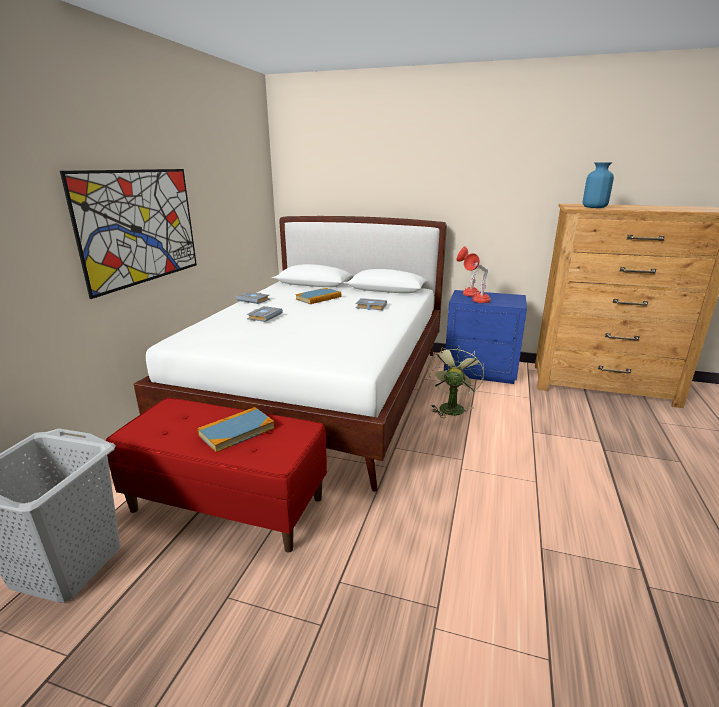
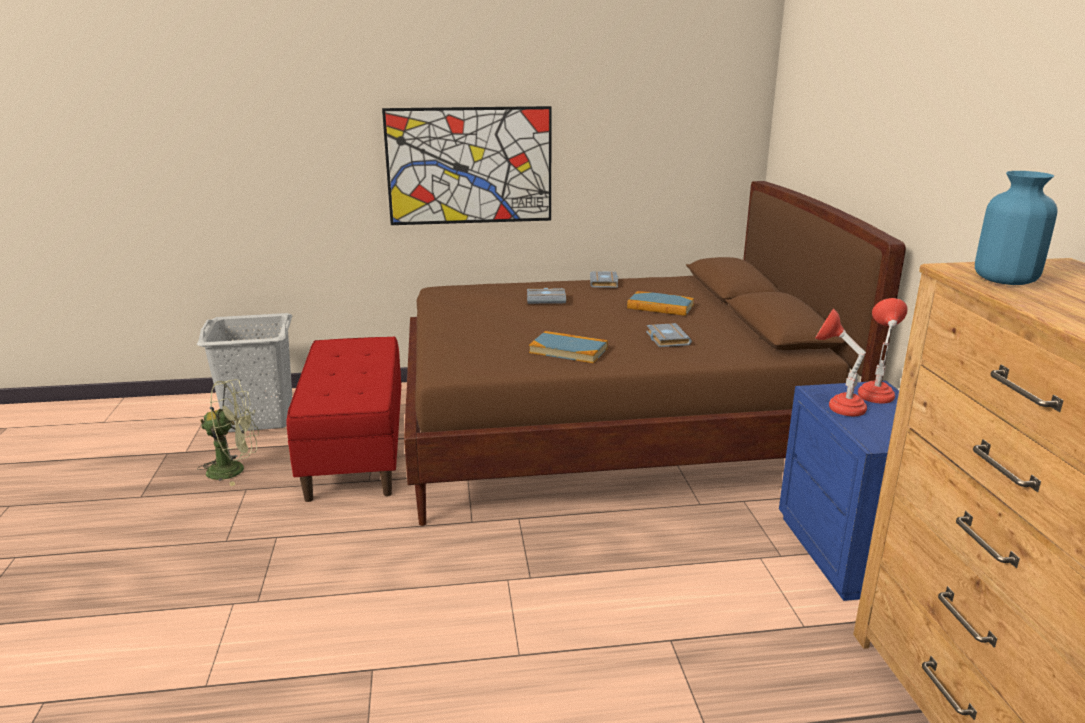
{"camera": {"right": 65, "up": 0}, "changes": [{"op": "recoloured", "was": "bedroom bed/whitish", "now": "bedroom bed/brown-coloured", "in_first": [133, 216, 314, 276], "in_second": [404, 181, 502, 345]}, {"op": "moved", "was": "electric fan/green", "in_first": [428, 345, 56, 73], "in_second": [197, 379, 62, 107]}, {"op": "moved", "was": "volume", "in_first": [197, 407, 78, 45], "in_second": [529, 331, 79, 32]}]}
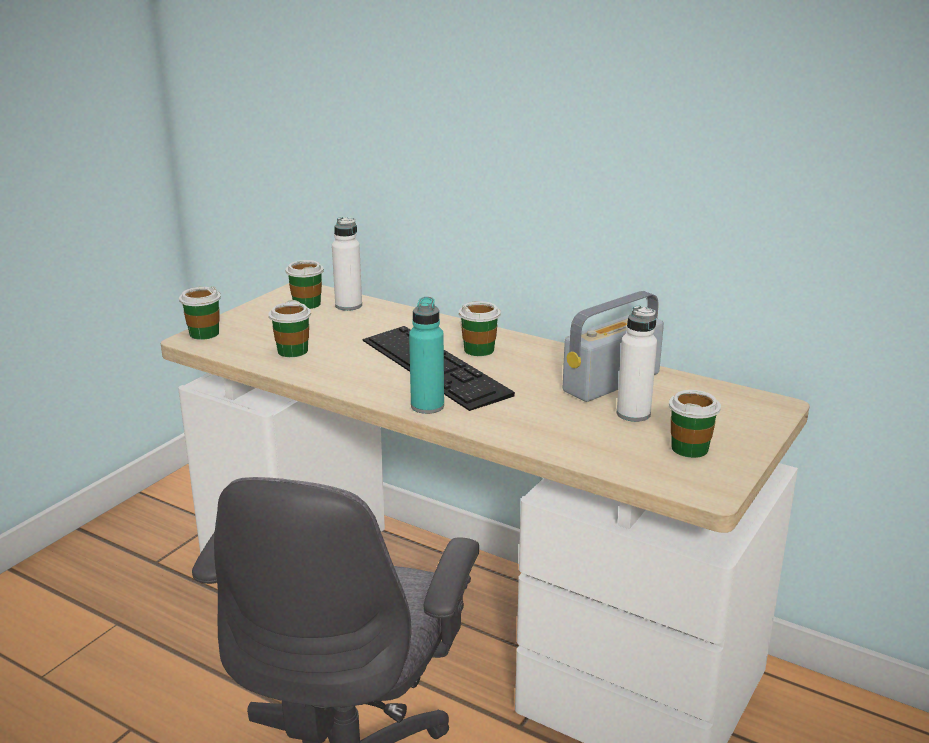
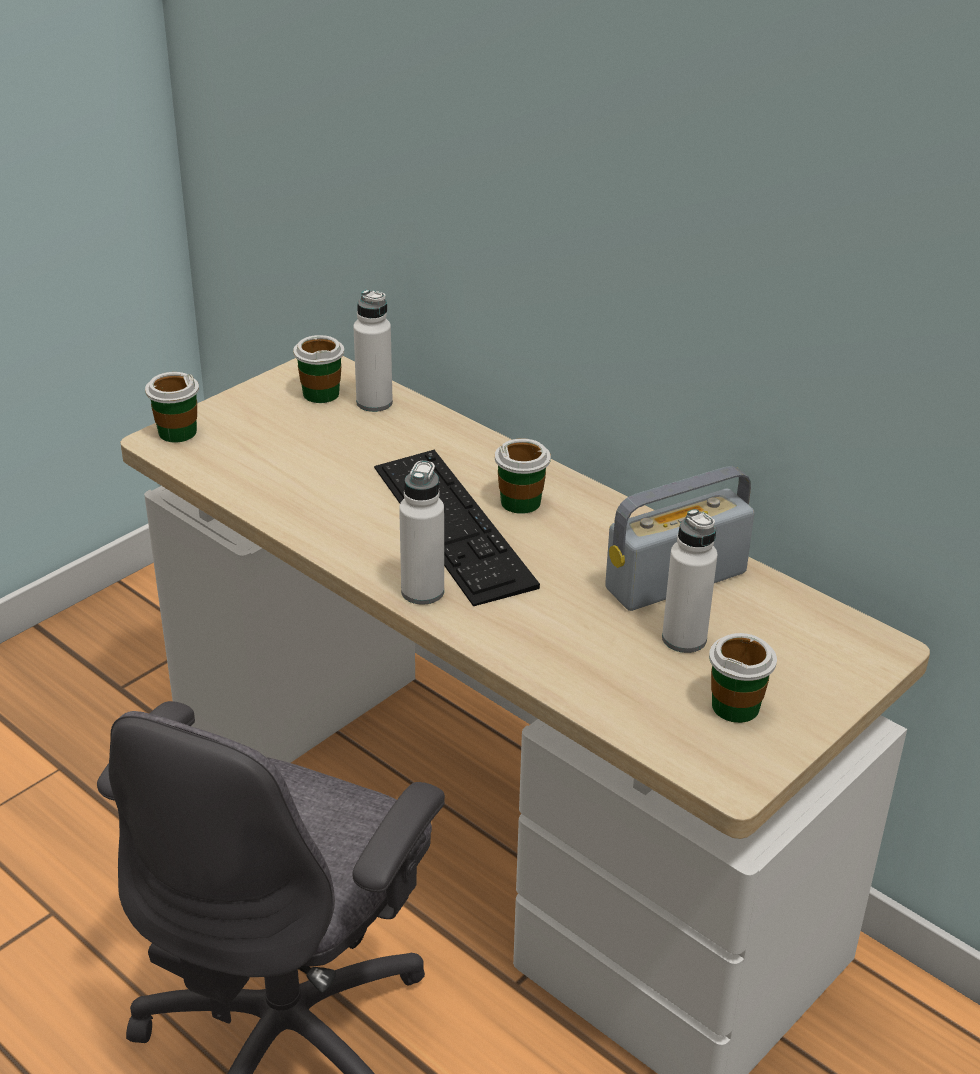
{"camera": {"right": 10, "up": 10}, "changes": [{"op": "recoloured", "was": "bottle/turquoise", "now": "bottle/whitish", "in_first": [409, 297, 35, 117], "in_second": [399, 460, 45, 145]}, {"op": "removed", "was": "drinking cup", "in_first": [268, 300, 43, 57]}]}
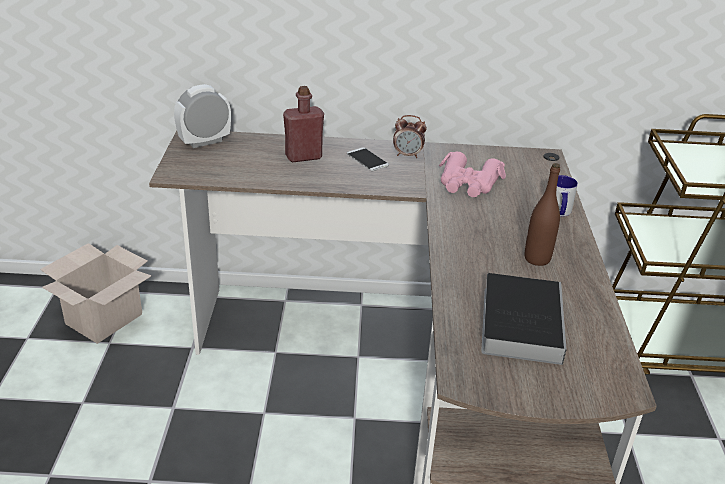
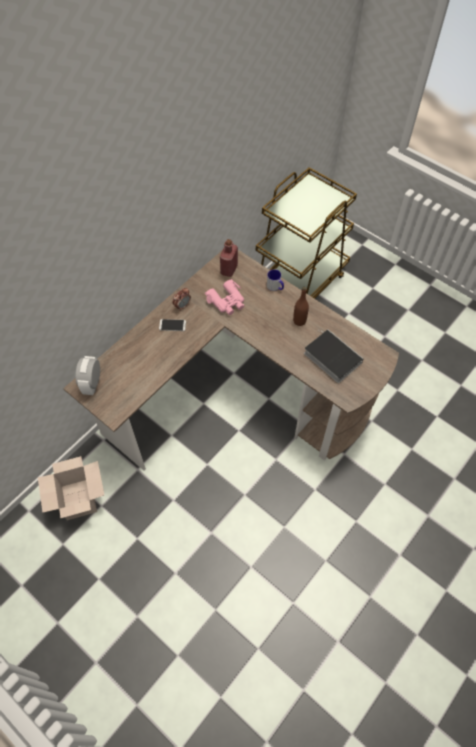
{"camera": {"right": -50, "up": 25}, "changes": [{"op": "moved", "was": "bottle/red", "in_first": [283, 86, 41, 76], "in_second": [220, 239, 18, 38]}]}
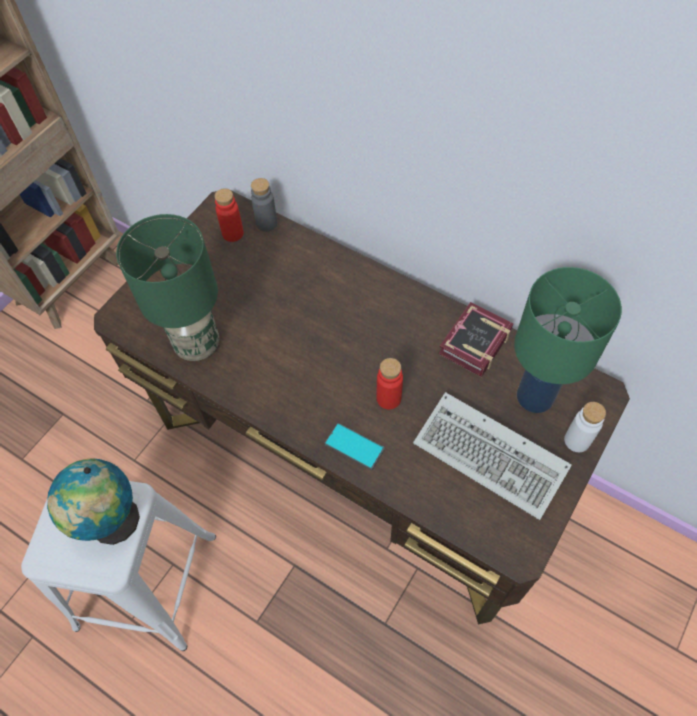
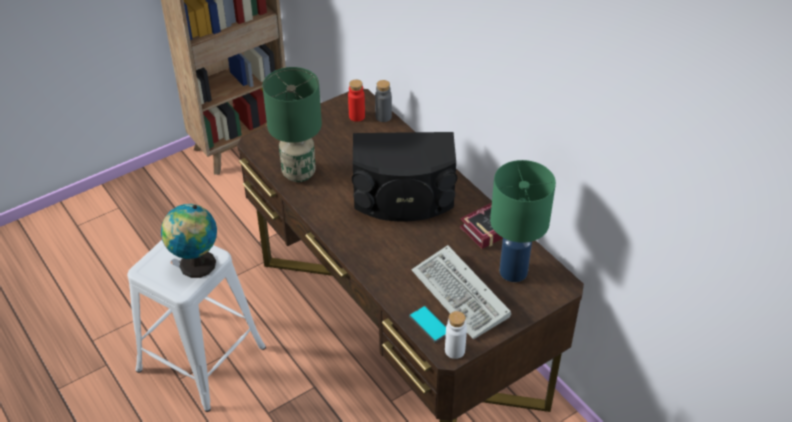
{"camera": {"right": 20, "up": -15}, "changes": [{"op": "removed", "was": "bottle/red", "in_first": [377, 358, 26, 51]}, {"op": "moved", "was": "bottle/whitish", "in_first": [564, 402, 42, 50], "in_second": [445, 311, 22, 48]}, {"op": "moved", "was": "phone", "in_first": [325, 423, 60, 47], "in_second": [409, 306, 37, 37]}, {"op": "added", "now": "audio speaker/black-coloured", "in_second": [352, 132, 105, 90]}]}
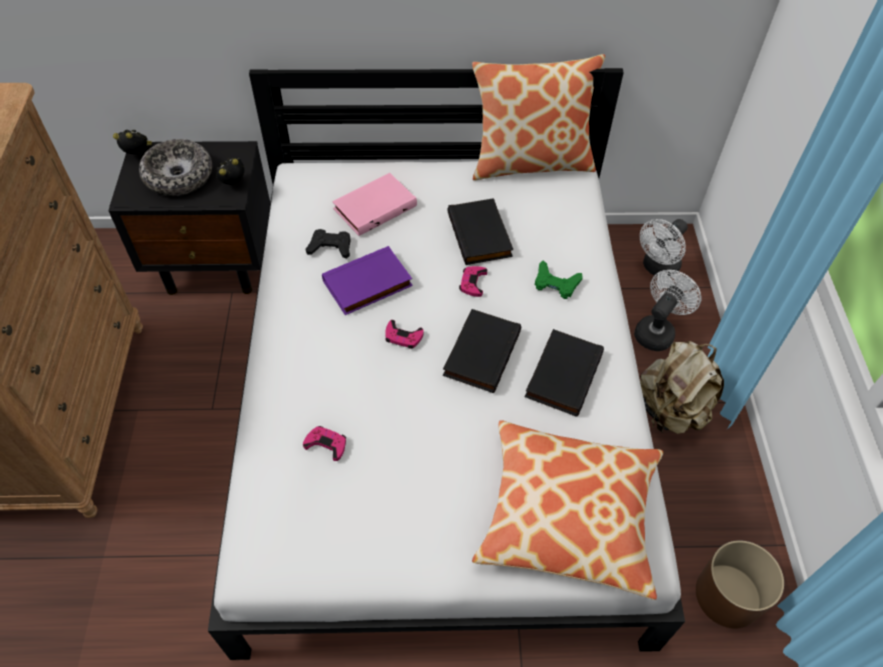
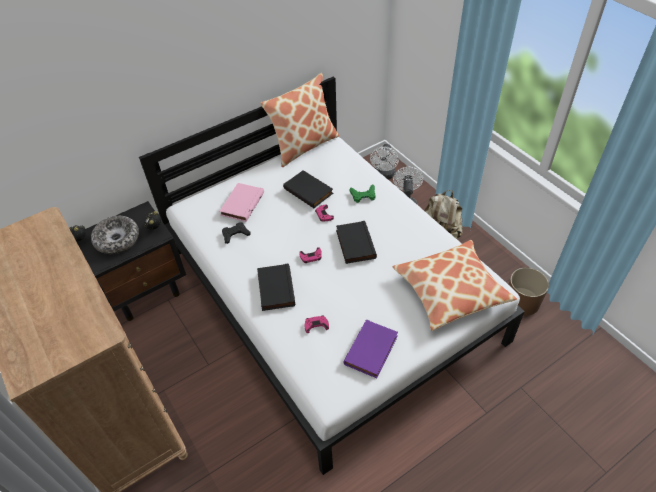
{"camera": {"right": -30, "up": -5}, "changes": [{"op": "moved", "was": "volume/purple", "in_first": [322, 246, 91, 69], "in_second": [344, 319, 54, 59]}, {"op": "moved", "was": "volume/black-coloured", "in_first": [525, 329, 79, 88], "in_second": [257, 264, 38, 47]}]}
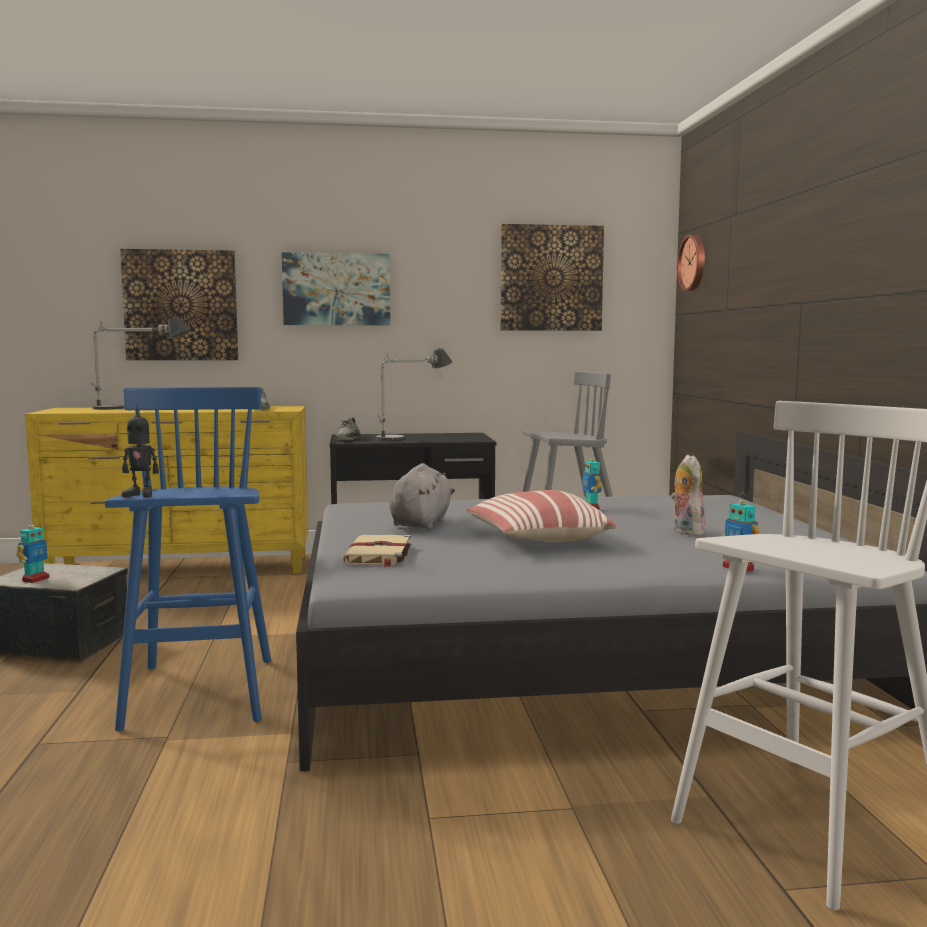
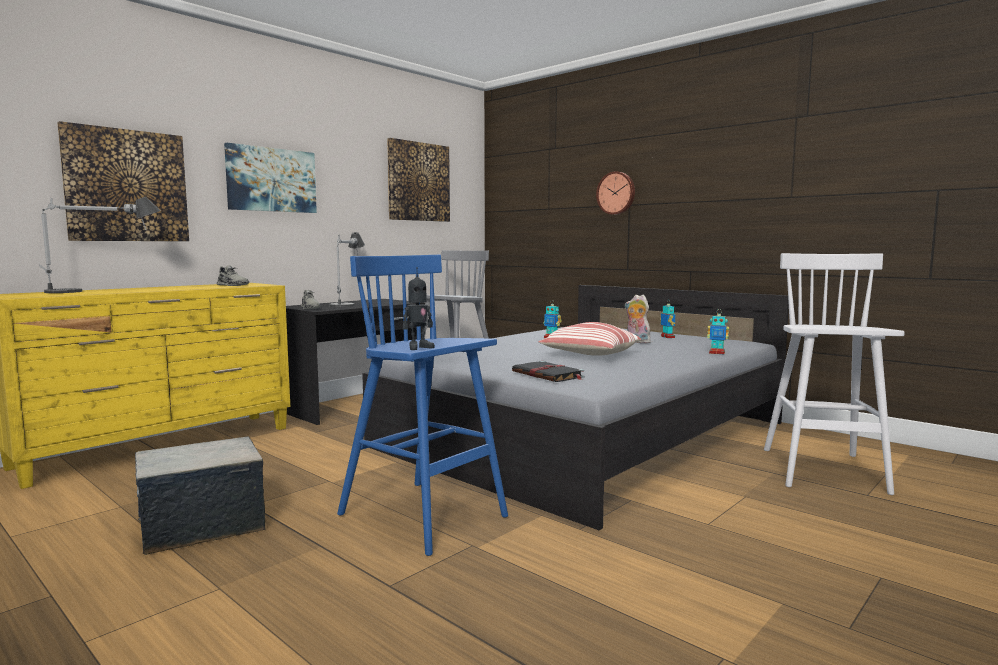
{"camera": {"right": -40, "up": 0}, "changes": [{"op": "moved", "was": "hanging clock", "in_first": [677, 235, 28, 56], "in_second": [596, 172, 39, 43]}, {"op": "removed", "was": "plush toy/gray", "in_first": [389, 463, 66, 66]}, {"op": "moved", "was": "robot figure", "in_first": [16, 519, 33, 64], "in_second": [660, 300, 15, 38]}, {"op": "recoloured", "was": "volume/beige-coloured", "now": "volume/black-coloured", "in_first": [342, 535, 70, 32], "in_second": [512, 361, 72, 21]}]}
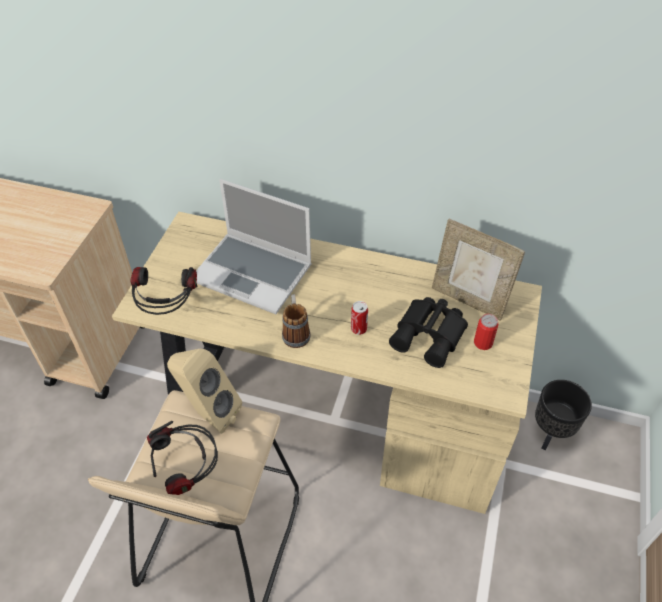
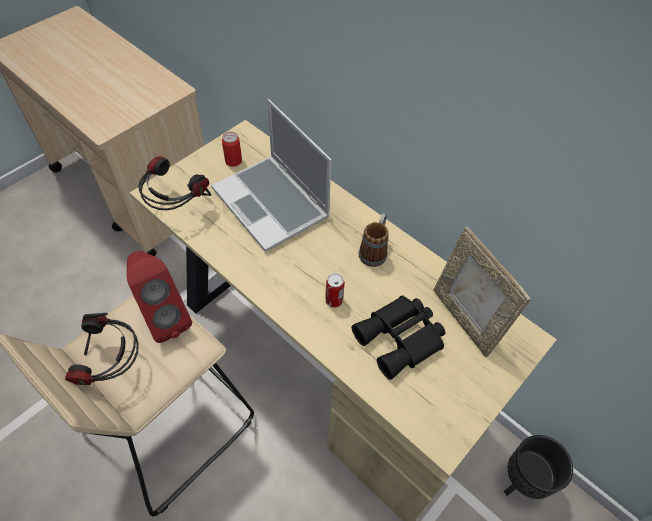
{"camera": {"right": 25, "up": 5}, "changes": [{"op": "moved", "was": "tea mug", "in_first": [282, 294, 29, 54], "in_second": [359, 213, 30, 54]}, {"op": "moved", "was": "can", "in_first": [474, 314, 24, 36], "in_second": [222, 132, 20, 35]}, {"op": "recoloured", "was": "audio speaker/beige-coloured", "now": "audio speaker/red", "in_first": [167, 349, 75, 85], "in_second": [126, 251, 66, 92]}]}
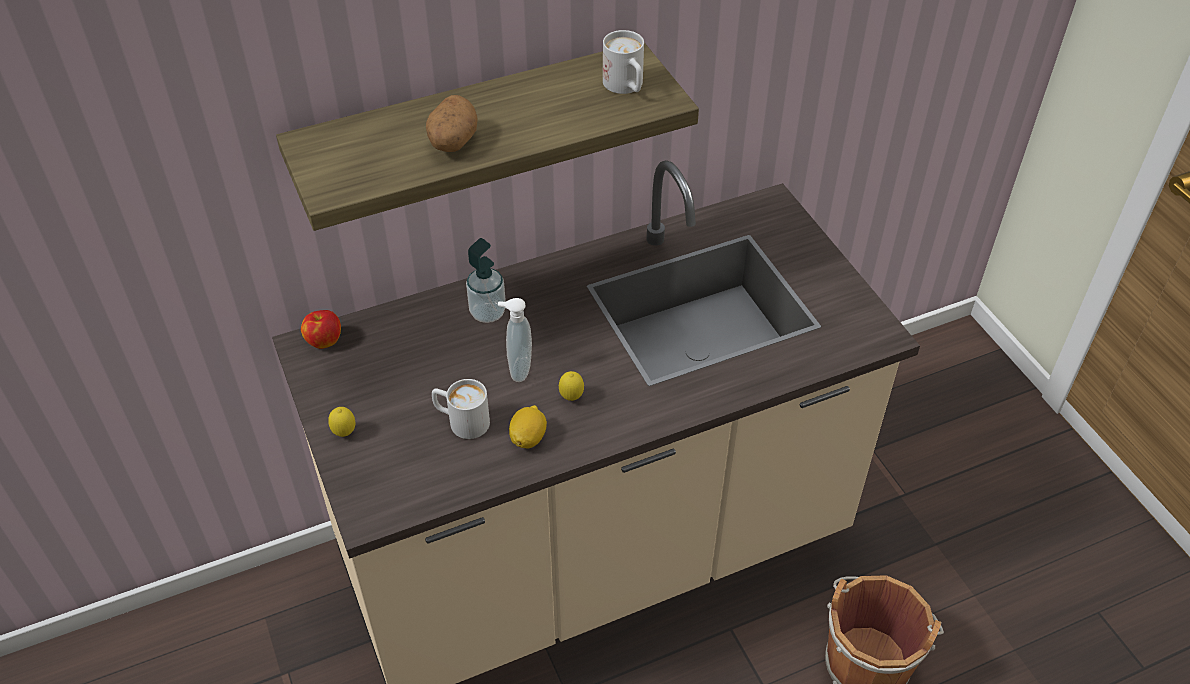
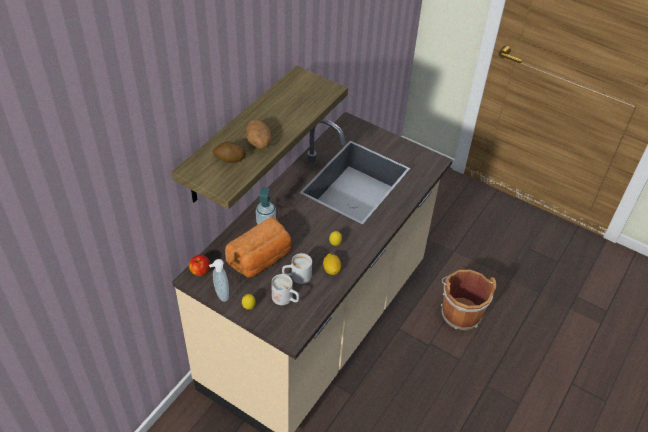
{"camera": {"right": -35, "up": 0}, "changes": [{"op": "moved", "was": "tea mug/whitish", "in_first": [603, 30, 41, 64], "in_second": [271, 274, 28, 31]}, {"op": "moved", "was": "liquid soap bottle", "in_first": [498, 298, 34, 84], "in_second": [209, 259, 20, 43]}, {"op": "added", "now": "potato", "in_second": [213, 141, 33, 22]}, {"op": "added", "now": "baked bread", "in_second": [225, 217, 66, 61]}]}
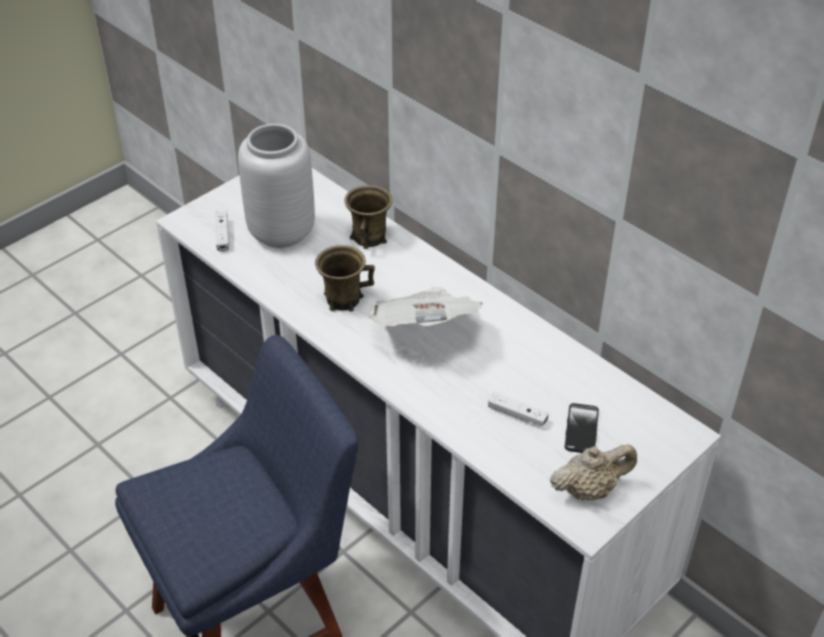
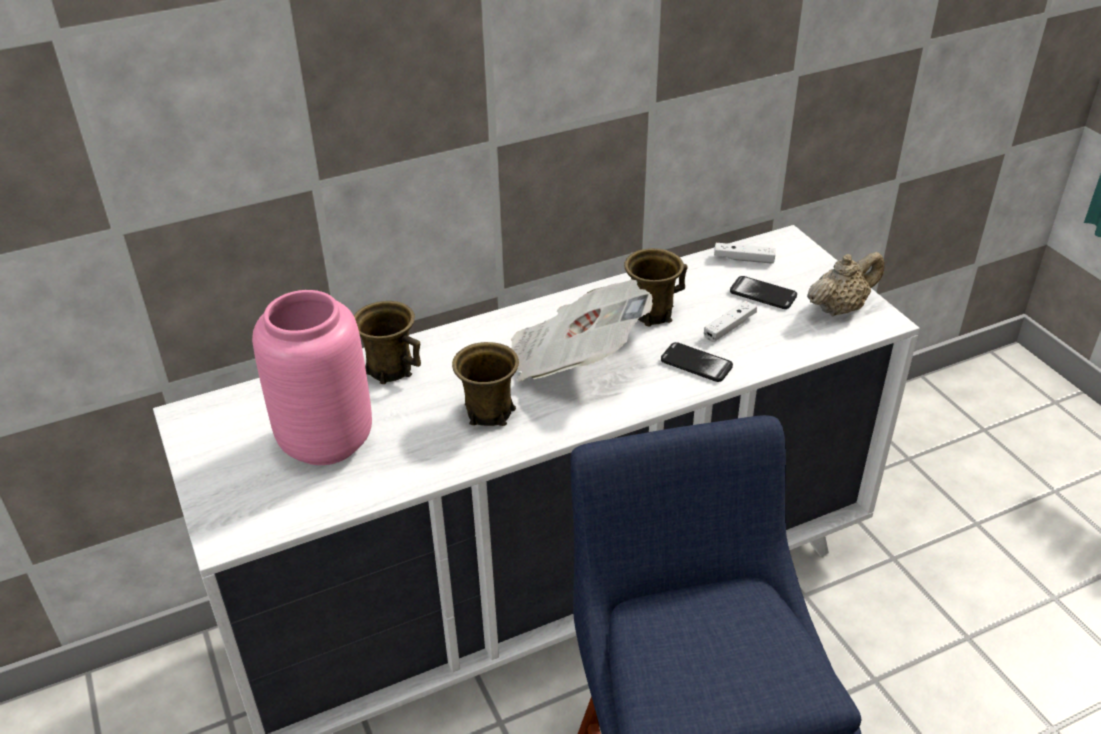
{"camera": {"right": -70, "up": -5}, "changes": [{"op": "recoloured", "was": "vase/gray", "now": "vase/pink", "in_first": [238, 124, 77, 124], "in_second": [252, 290, 120, 175]}, {"op": "moved", "was": "gamepad/whitish", "in_first": [215, 211, 14, 41], "in_second": [714, 243, 62, 21]}, {"op": "turned", "was": "pot for tea/beige-coloured", "in_first": [550, 444, 87, 56], "in_second": [807, 252, 77, 64], "clockwise": 60}, {"op": "added", "now": "tea mug/brown-coloured", "in_second": [624, 248, 63, 78]}, {"op": "added", "now": "phone", "in_second": [661, 342, 72, 40]}]}
